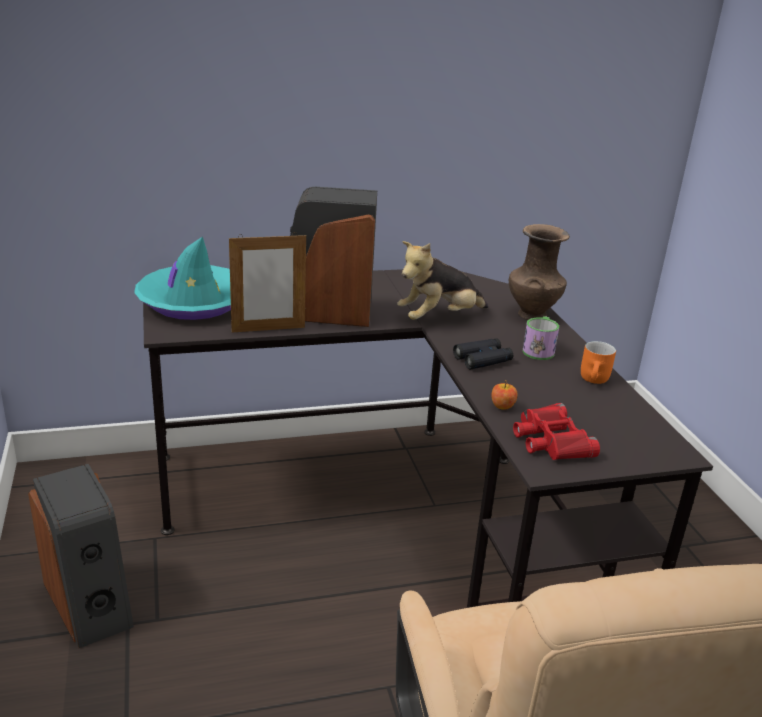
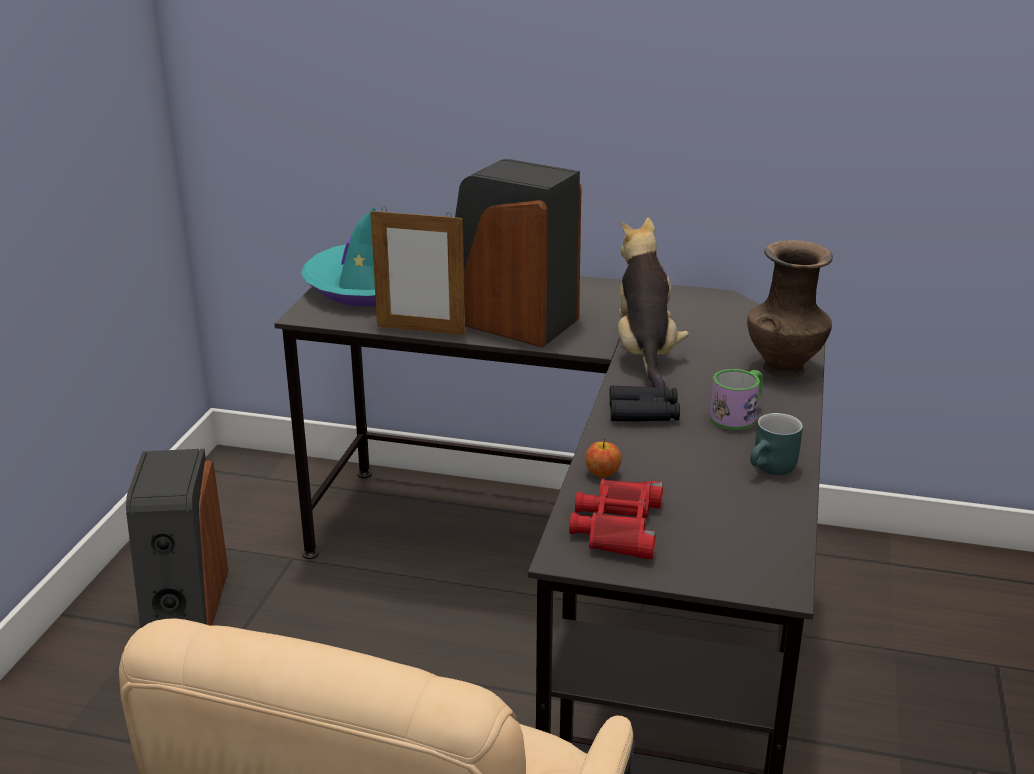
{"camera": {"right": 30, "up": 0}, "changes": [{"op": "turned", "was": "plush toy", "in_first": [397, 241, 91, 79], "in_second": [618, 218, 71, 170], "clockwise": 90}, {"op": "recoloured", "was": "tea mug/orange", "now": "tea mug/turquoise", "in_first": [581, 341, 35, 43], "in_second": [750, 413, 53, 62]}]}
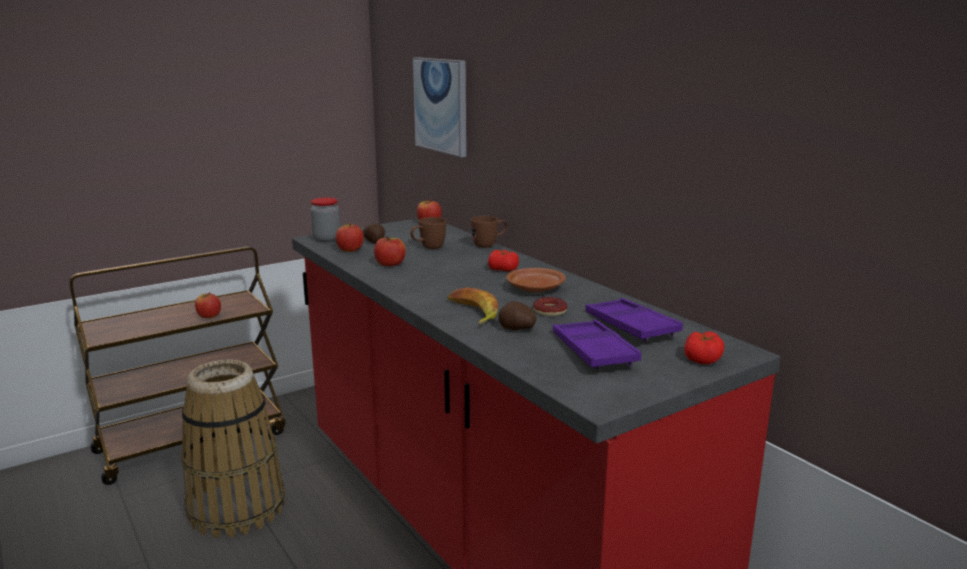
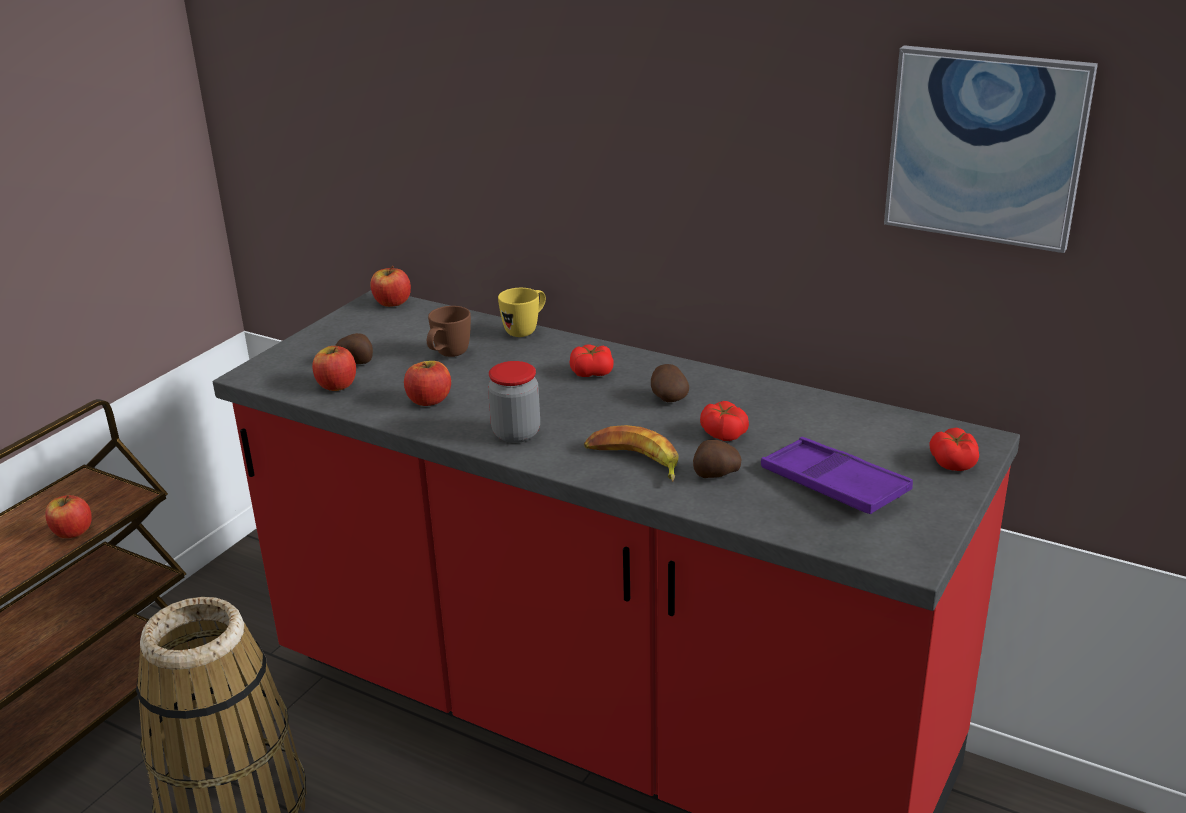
{"camera": {"right": -25, "up": 10}, "changes": [{"op": "moved", "was": "wall art", "in_first": [413, 58, 53, 99], "in_second": [884, 45, 214, 208]}, {"op": "moved", "was": "storage jar", "in_first": [310, 197, 30, 45], "in_second": [488, 361, 52, 82]}, {"op": "recoloured", "was": "tea mug/brown-coloured", "now": "tea mug/yellow-coloured", "in_first": [470, 216, 37, 32], "in_second": [498, 288, 48, 49]}, {"op": "replaced", "was": "dinner plate/brown-coloured", "now": "potato", "in_first": [506, 268, 60, 24], "in_second": [651, 364, 38, 38]}, {"op": "replaced", "was": "doughnut", "now": "fresh tomato", "in_first": [533, 297, 34, 19], "in_second": [700, 401, 49, 40]}, {"op": "removed", "was": "tray/purple", "in_first": [585, 298, 98, 43]}]}
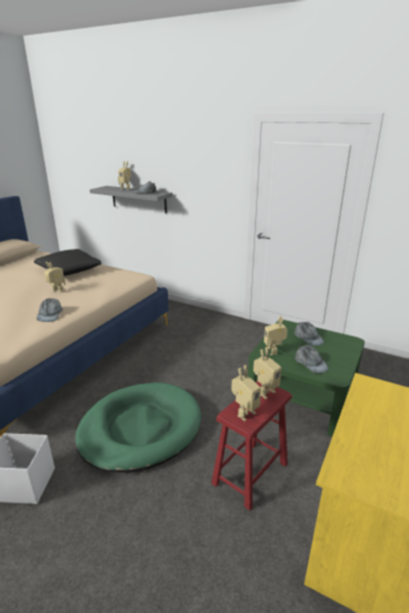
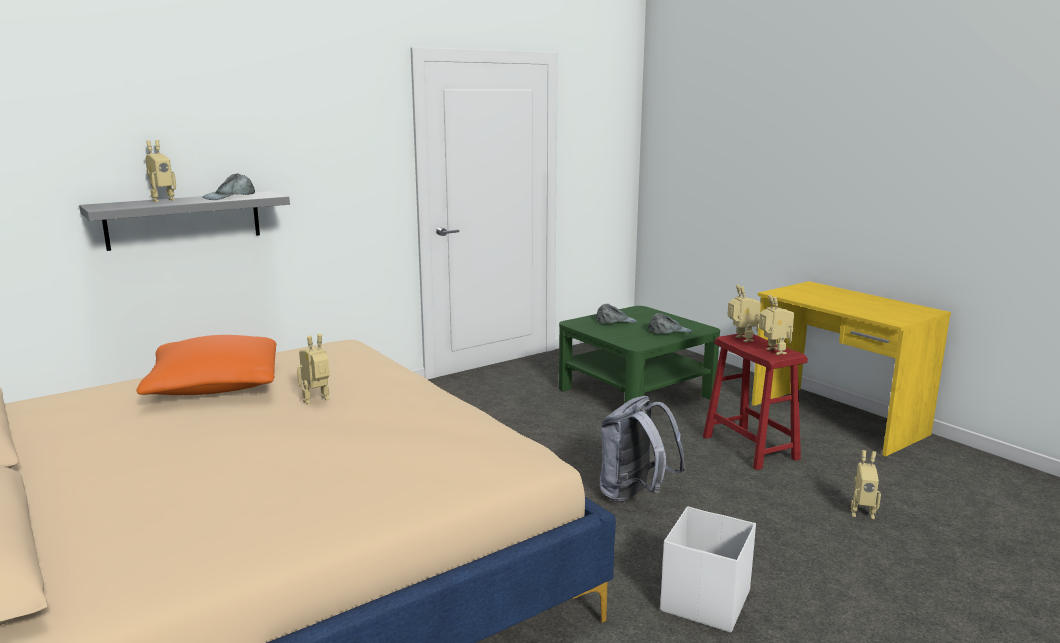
{"camera": {"right": -65, "up": -10}, "changes": [{"op": "recoloured", "was": "throw pillow/black-coloured", "now": "throw pillow/orange", "in_first": [34, 249, 68, 27], "in_second": [137, 335, 139, 60]}, {"op": "removed", "was": "baseball cap/gray", "in_first": [36, 298, 27, 24]}, {"op": "moved", "was": "robot figure", "in_first": [264, 316, 24, 39], "in_second": [851, 450, 30, 69]}, {"op": "replaced", "was": "pet bed/green", "now": "backpack/gray", "in_first": [75, 383, 126, 90], "in_second": [600, 396, 86, 107]}]}
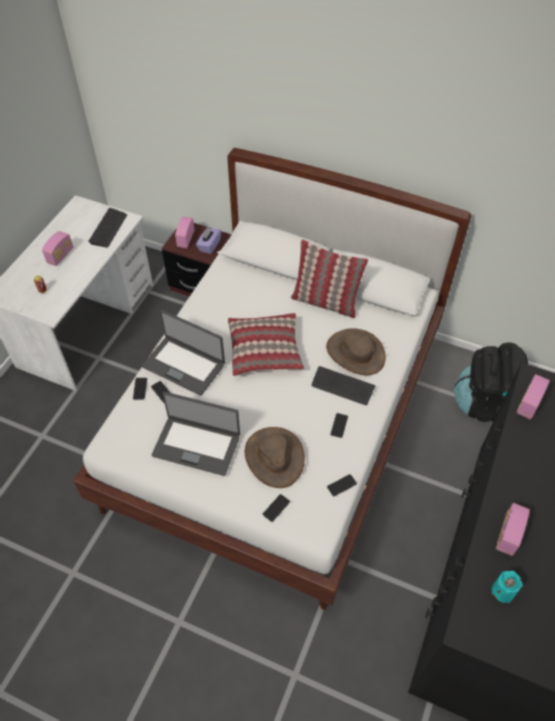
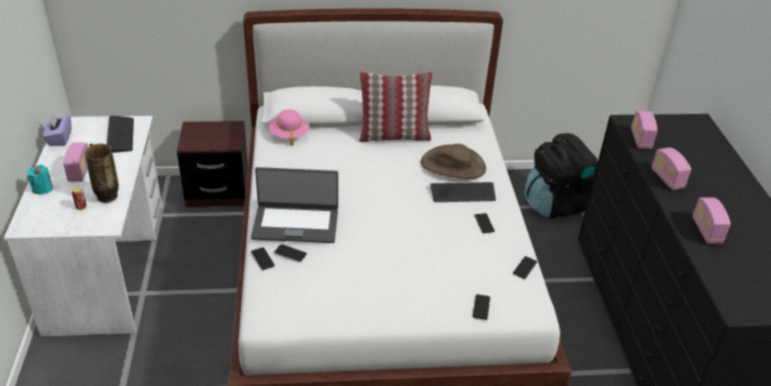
{"camera": {"right": -30, "up": -15}, "changes": [{"op": "moved", "was": "radio receiver", "in_first": [175, 217, 19, 31], "in_second": [651, 147, 40, 43]}, {"op": "moved", "was": "box of tissues/purple", "in_first": [196, 227, 25, 27], "in_second": [43, 114, 28, 32]}, {"op": "removed", "was": "throw pillow", "in_first": [228, 313, 76, 63]}, {"op": "removed", "was": "notebook computer", "in_first": [151, 392, 89, 84]}, {"op": "removed", "was": "clothing hat/brown-coloured", "in_first": [245, 427, 60, 61]}, {"op": "moved", "was": "candle/turquoise", "in_first": [491, 571, 32, 32], "in_second": [28, 165, 25, 30]}, {"op": "added", "now": "clothing hat/pink", "in_second": [269, 109, 40, 37]}, {"op": "added", "now": "vase", "in_second": [84, 143, 35, 60]}]}
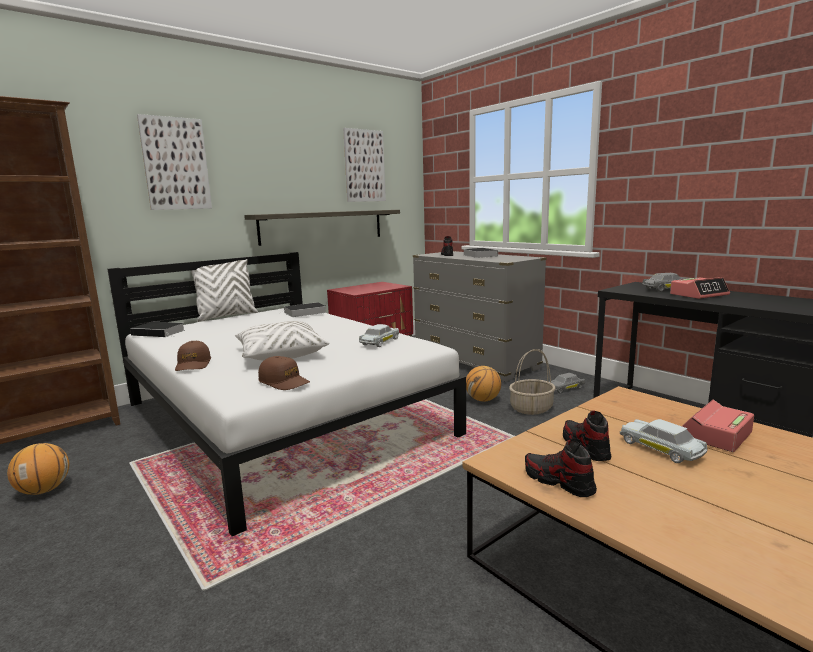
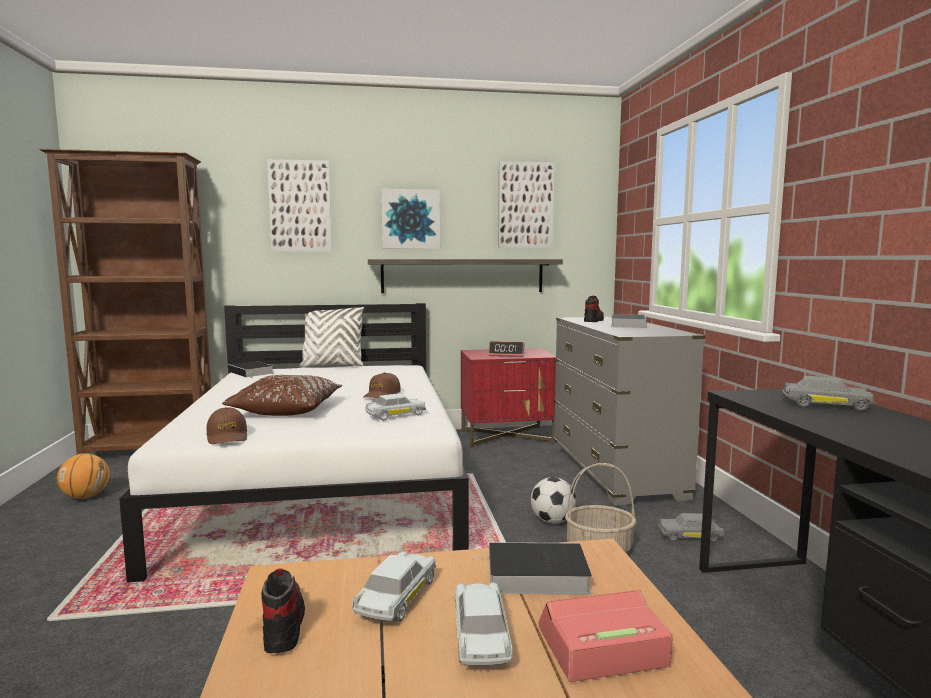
{"camera": {"right": 30, "up": -5}, "changes": [{"op": "moved", "was": "bedside clock", "in_first": [670, 277, 60, 22], "in_second": [488, 341, 36, 16]}, {"op": "moved", "was": "volume", "in_first": [282, 302, 45, 15], "in_second": [471, 542, 121, 52]}, {"op": "recoloured", "was": "throw pillow/whitish", "now": "throw pillow/brown-coloured", "in_first": [235, 321, 94, 40], "in_second": [222, 375, 120, 41]}, {"op": "moved", "was": "baseball cap/brown-coloured", "in_first": [175, 341, 36, 30], "in_second": [364, 373, 37, 26]}, {"op": "replaced", "was": "basketball", "now": "football ball", "in_first": [466, 366, 35, 36], "in_second": [531, 477, 45, 47]}, {"op": "replaced", "was": "low shoe", "now": "miniature car/whitish", "in_first": [563, 410, 49, 51], "in_second": [352, 551, 84, 71]}, {"op": "added", "now": "wall art", "in_second": [381, 189, 59, 60]}]}
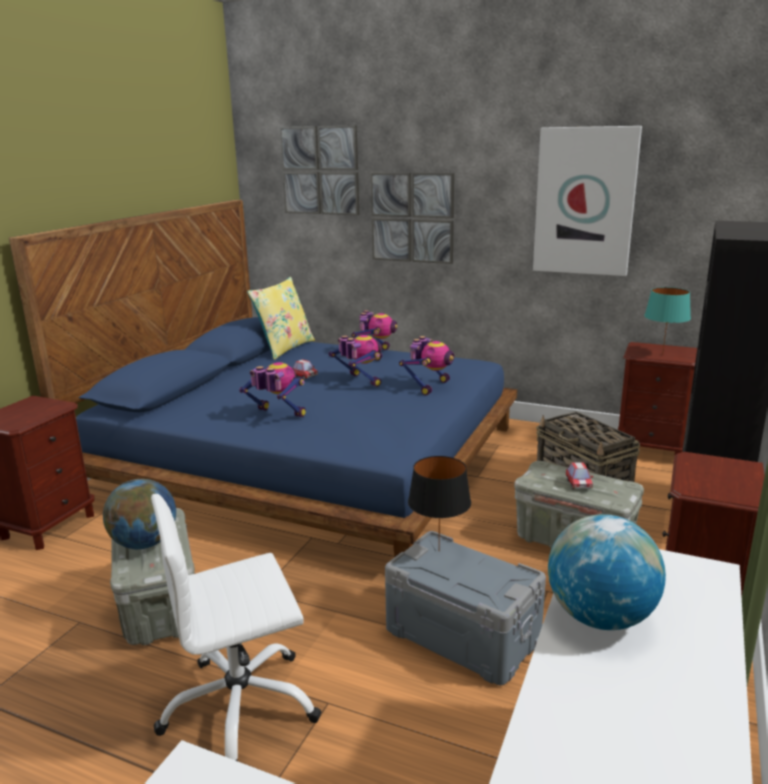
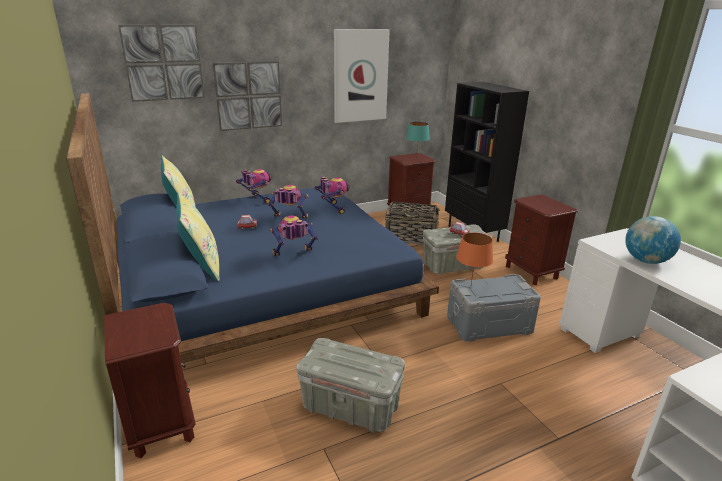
{"camera": {"right": -50, "up": 5}, "changes": [{"op": "recoloured", "was": "lamp for a table/black-coloured", "now": "lamp for a table/orange", "in_first": [408, 456, 63, 93], "in_second": [456, 232, 37, 52]}, {"op": "removed", "was": "globe", "in_first": [103, 479, 73, 70]}, {"op": "removed", "was": "desk chair/whitish", "in_first": [151, 494, 170, 267]}, {"op": "added", "now": "throw pillow/yellow-coloured", "in_second": [176, 192, 43, 90]}]}
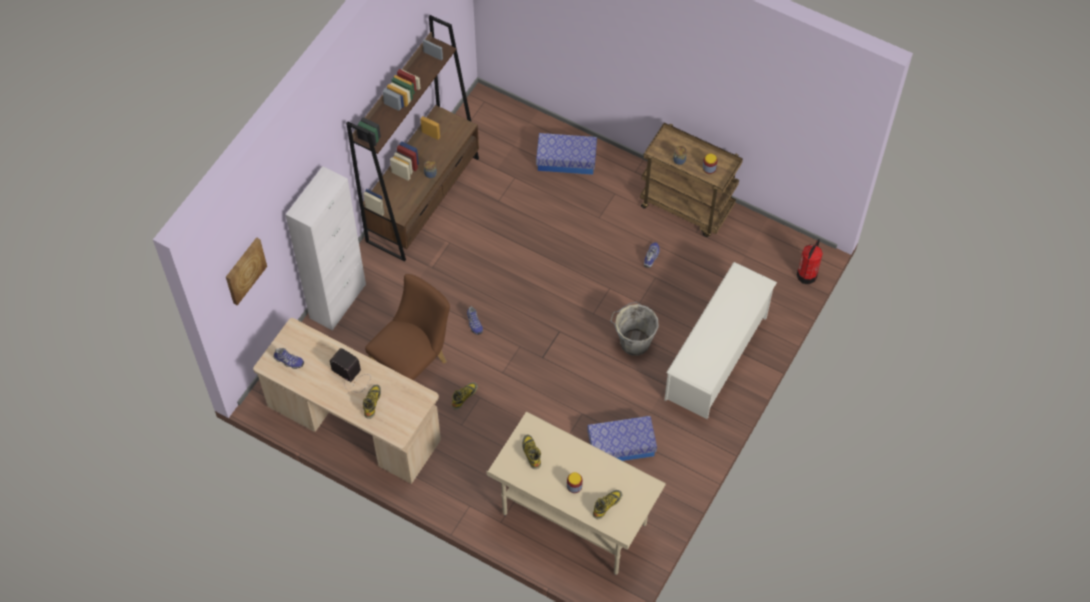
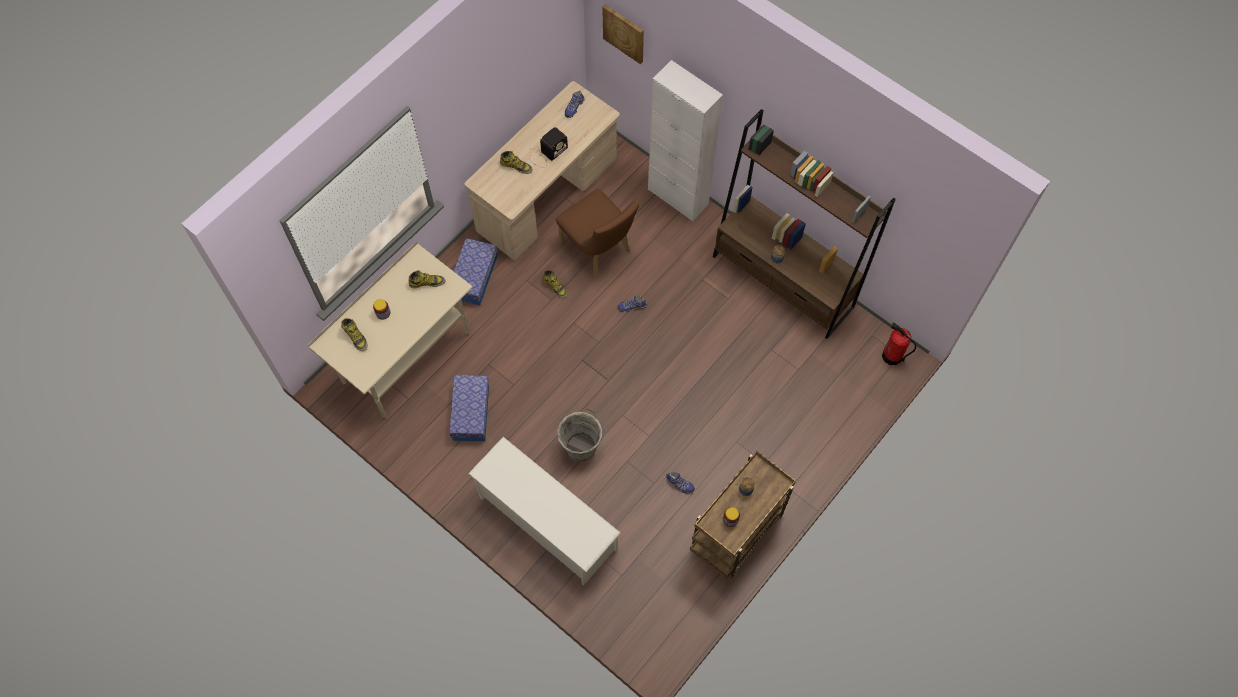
{"camera": {"right": 100, "up": 5}, "changes": [{"op": "moved", "was": "storage bin", "in_first": [536, 133, 61, 42], "in_second": [454, 238, 43, 67]}, {"op": "moved", "was": "extinguisher", "in_first": [797, 239, 26, 45], "in_second": [882, 323, 34, 42]}]}
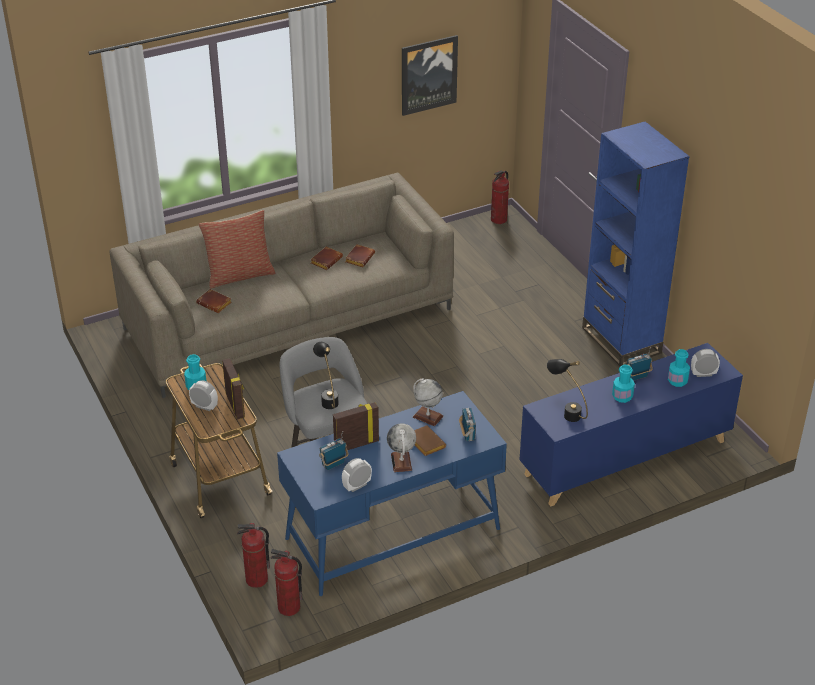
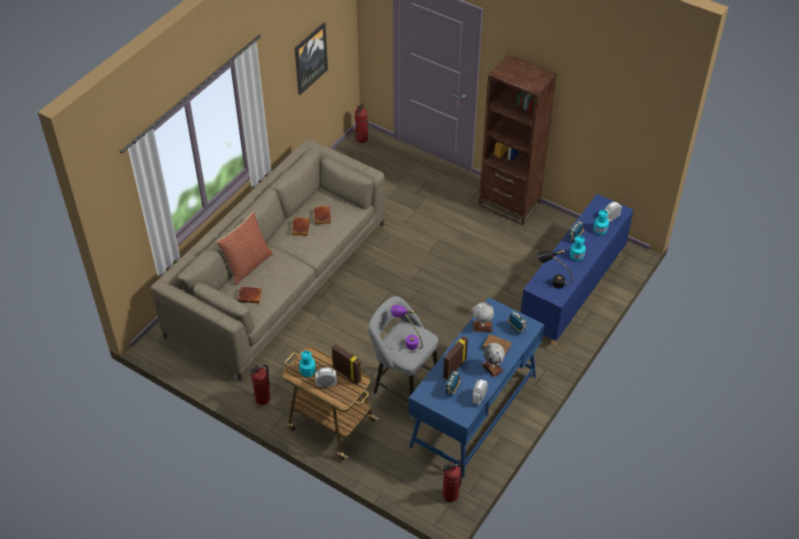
{"camera": {"right": -30, "up": 10}, "changes": [{"op": "recoloured", "was": "bookcase/bluish", "now": "bookcase/brown-coloured", "in_first": [582, 121, 108, 245], "in_second": [479, 55, 78, 170]}, {"op": "recoloured", "was": "lamp for a table/black-coloured", "now": "lamp for a table/purple", "in_first": [313, 342, 26, 67], "in_second": [391, 305, 32, 45]}, {"op": "moved", "was": "extinguisher", "in_first": [237, 523, 33, 65], "in_second": [249, 365, 22, 40]}]}
